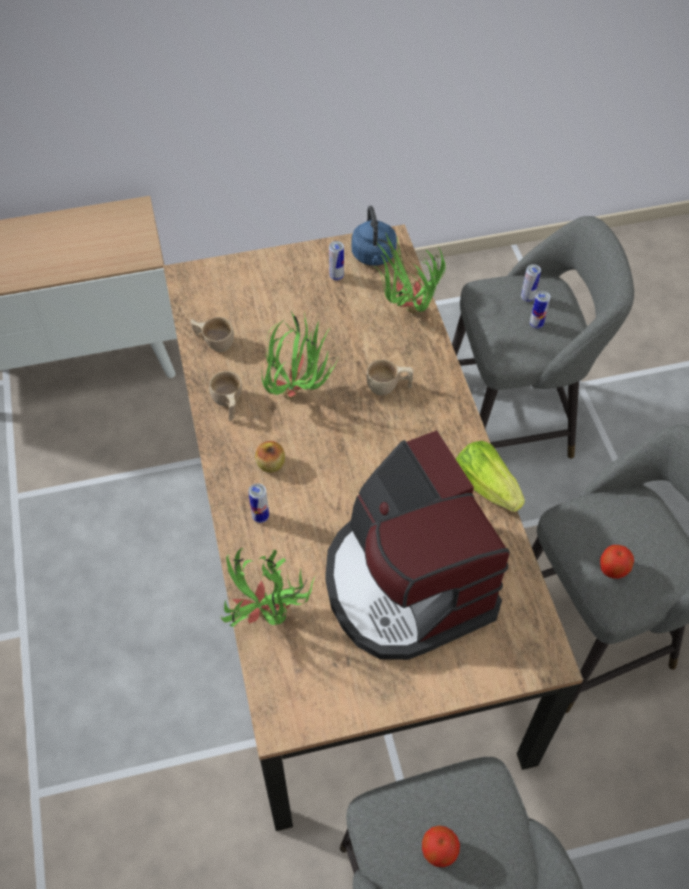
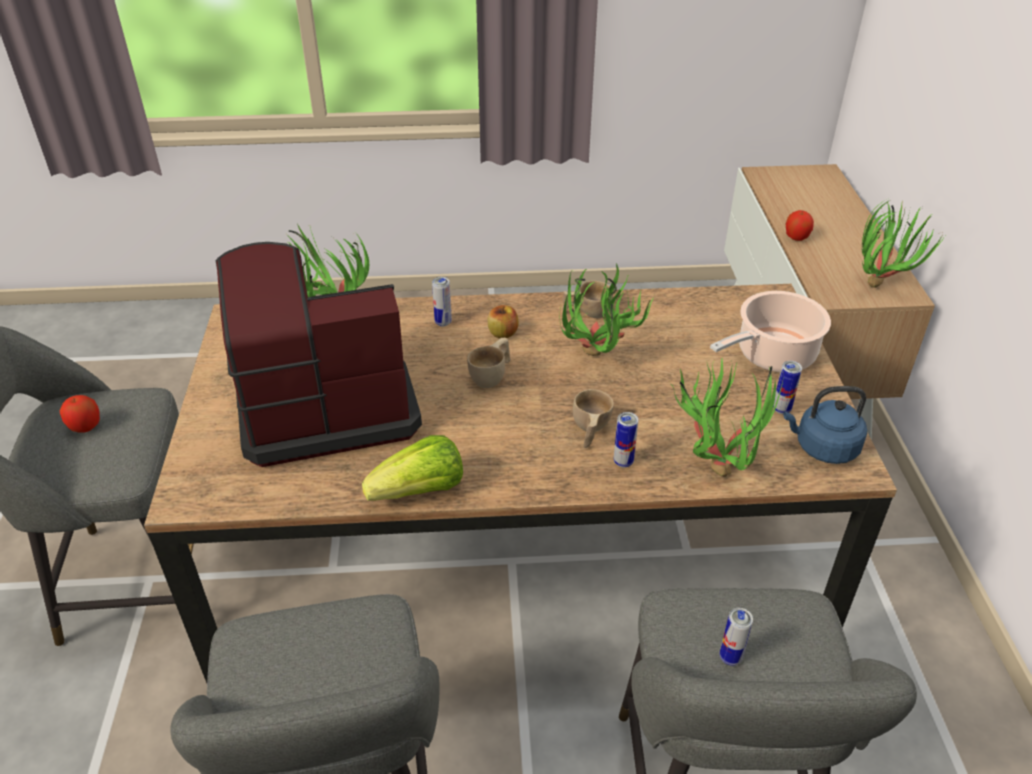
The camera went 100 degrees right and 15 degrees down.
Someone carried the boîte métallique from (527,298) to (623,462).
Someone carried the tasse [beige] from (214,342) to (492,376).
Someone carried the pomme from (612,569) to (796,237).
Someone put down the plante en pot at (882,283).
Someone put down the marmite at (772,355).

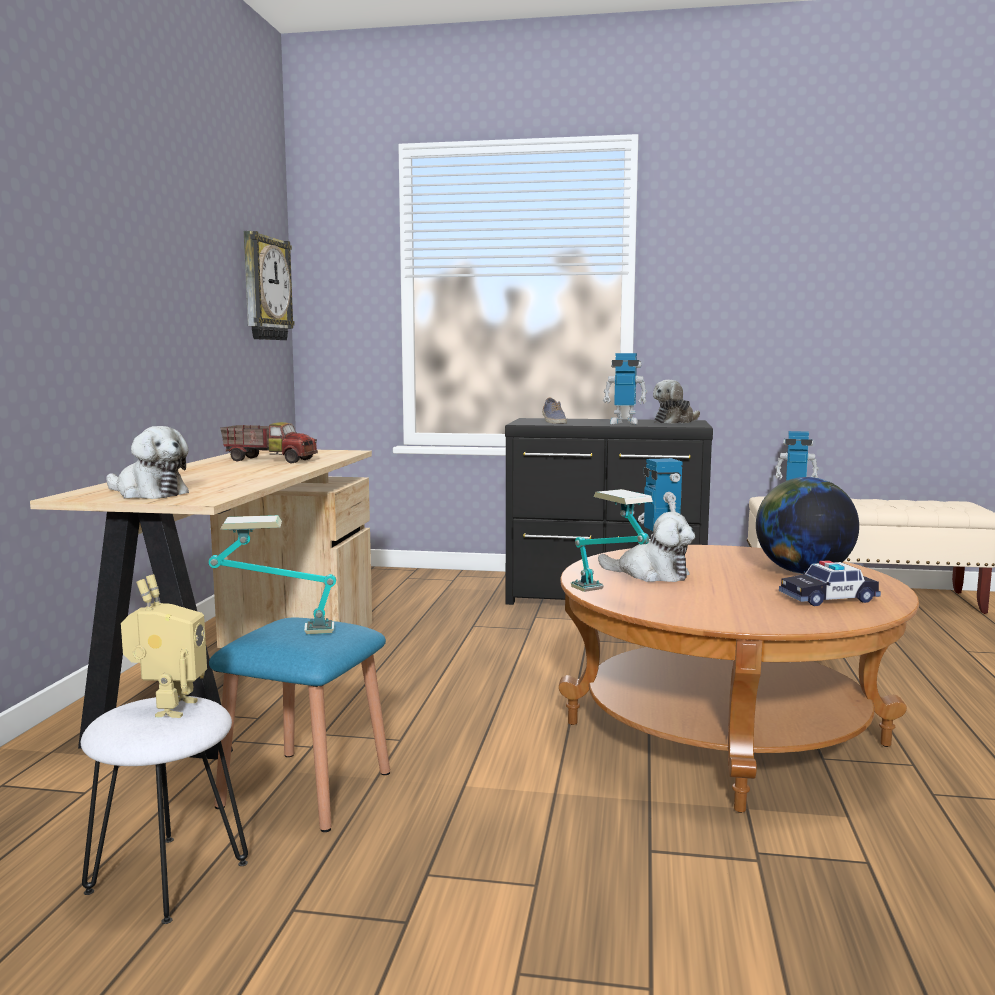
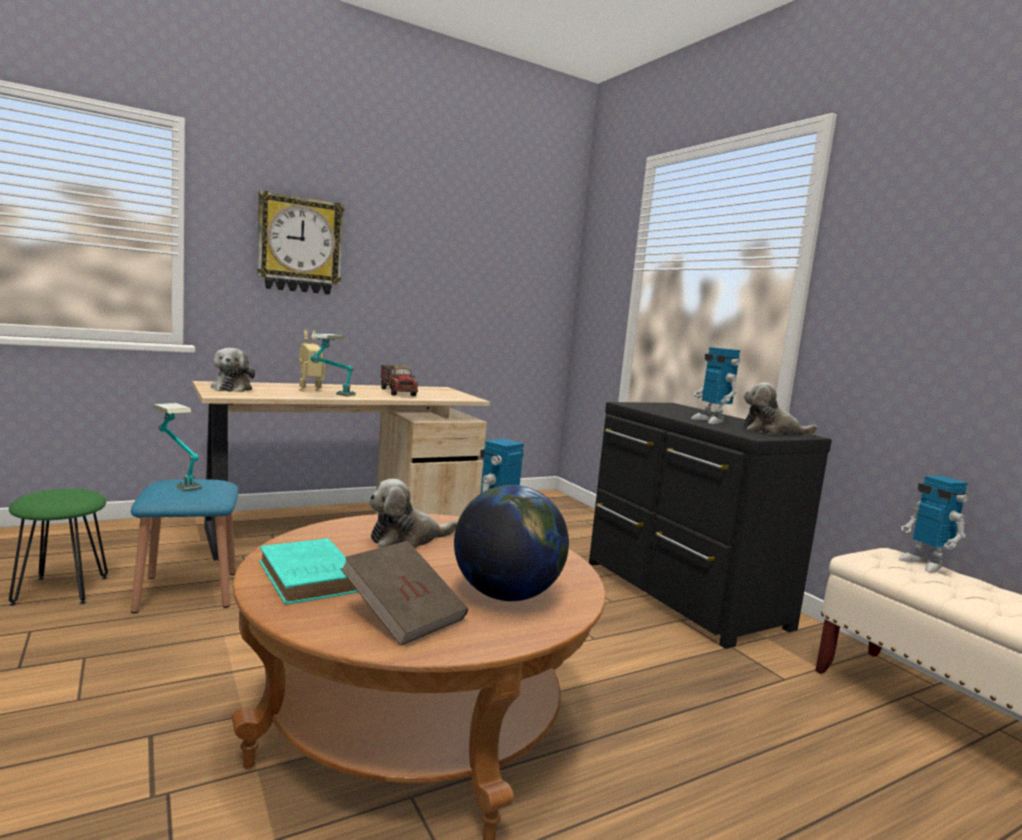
The camera went 50 degrees right and 0 degrees up.
Someone carried the horloge murale from (264,288) to (299,245).
Someone took away the chaussure at (553,422).
Someone carried the lampe de table from (610,596) to (332,397).
Someone rotated the peluche at (651,574) by 75 degrees clockwise.
Someone swapped the petite voiture at (828,598) for the livre [marron] at (403,615).
Someone carried the robot jouet from (168,708) to (309,390).
Someone repainted the tabouret [blanc] at (166,877), which became the tabouret [vert] at (61,590).
Someone put down the livre [turquoise] at (310,578).

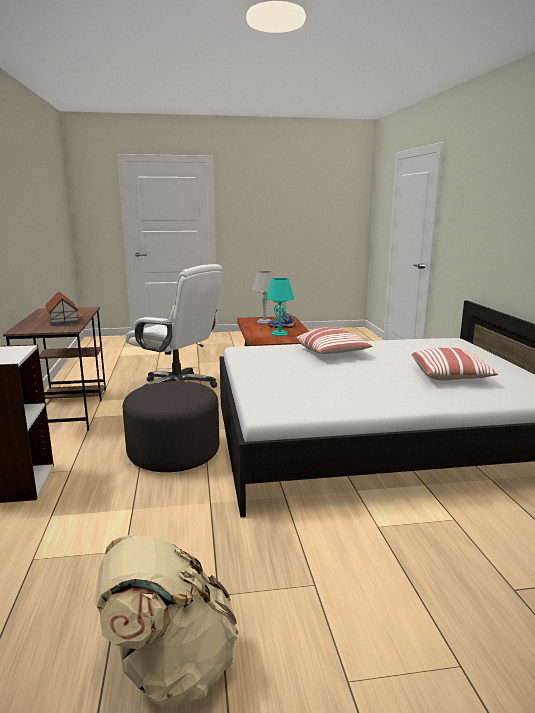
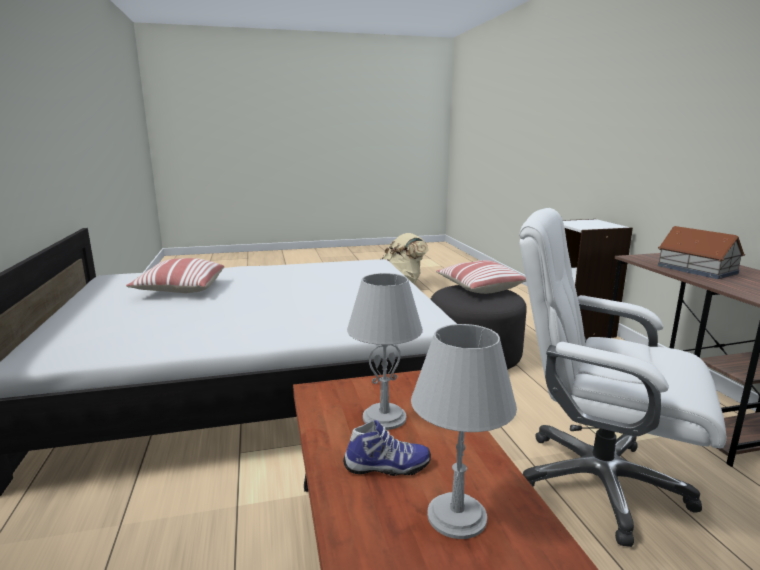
The camera went 175 degrees right and 0 degrees up.
Someone repainted the lampe de table [turquoise] at (280,333), which became the lampe de table [gris] at (384,417).
Someone carried the coussin from (332,353) to (479,288).

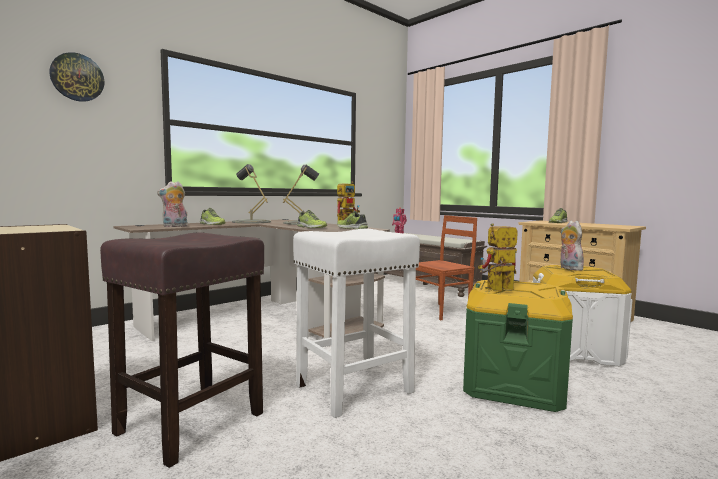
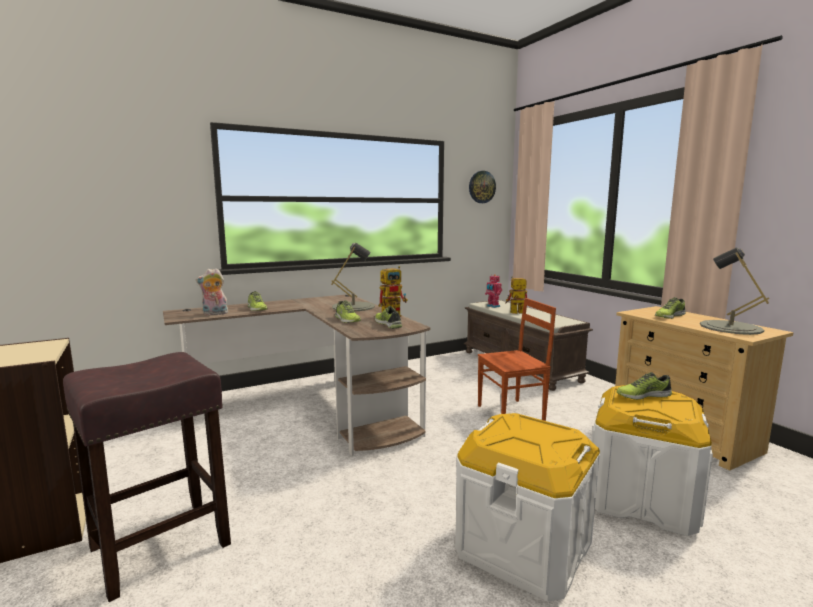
The camera went 15 degrees right and 5 degrees up.
Someone carried the horloge murale from (77,77) to (481,187).
Someone carried the lampe de table [gris] from (251,222) to (730,327).
Someone swapped the peluche at (569,268) for the chaussure at (642,395).
Someone carried the robot jouet from (496,290) to (514,313).
Someone took away the tabouret [blanc] at (353,389).
Someone repainted the boîte de rangement [vert] at (513,385), which became the boîte de rangement [blanc] at (523,547).

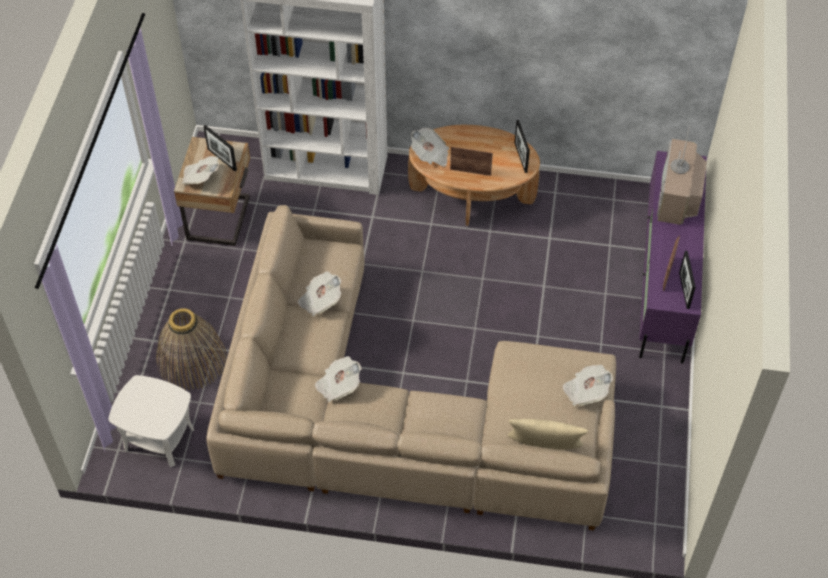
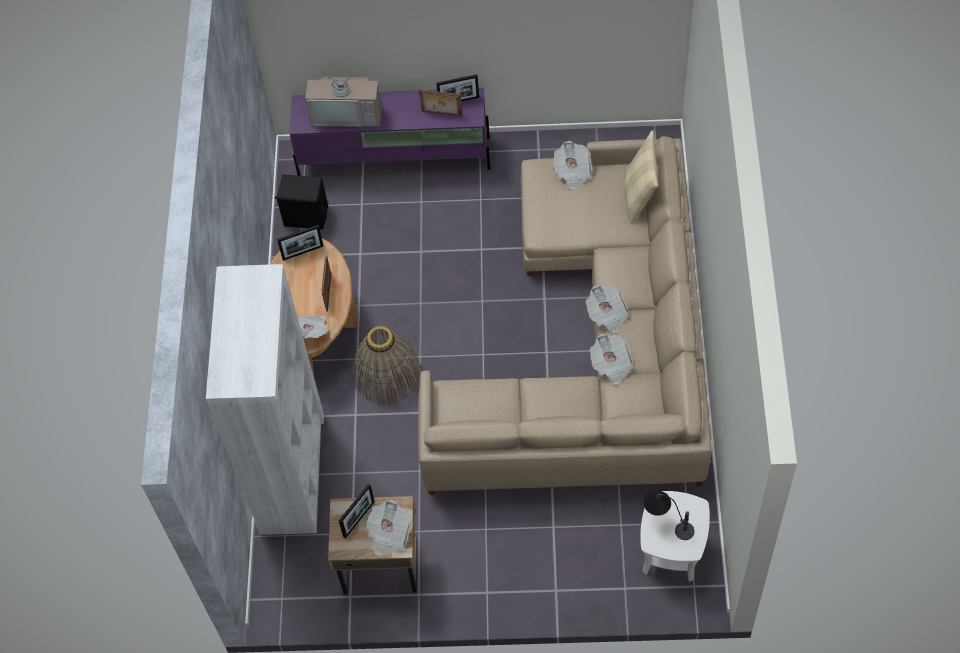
The camera went 95 degrees left and 5 degrees up.
Someone carried the journal from (320,300) to (607,315).
Someone carried the panier from (192,361) to (387,374).
Someone put down the enceinte [noir] at (305,216).
Someone put down the lampe de table at (666,522).

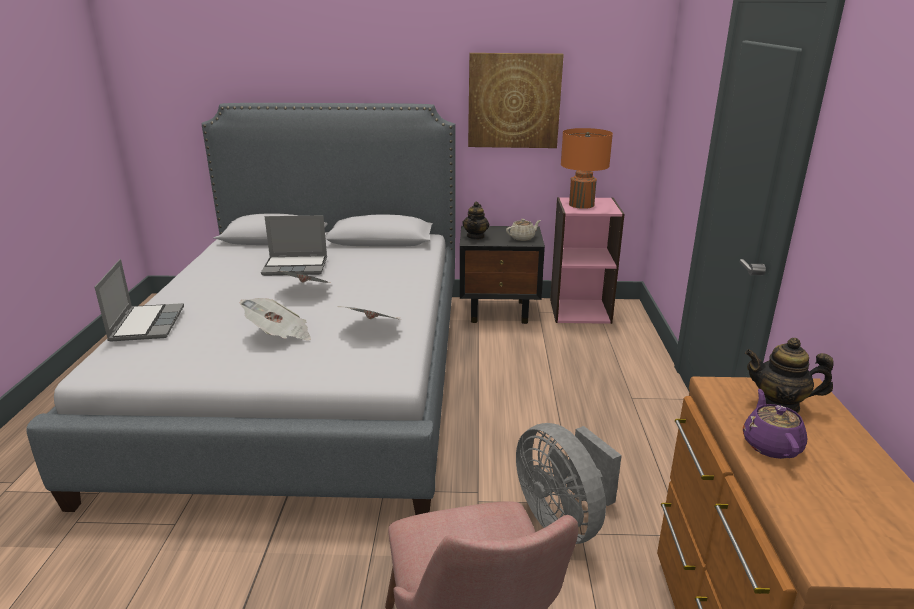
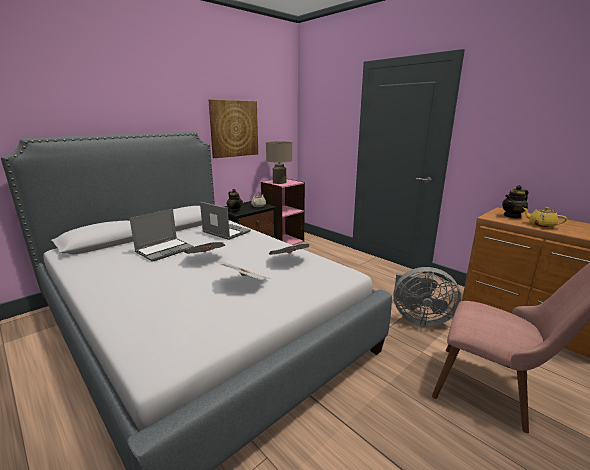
The camera went 45 degrees left and 5 degrees down.
Someone repainted the lampe de table [orange] at (581,205), which became the lampe de table [beige] at (279,182).
Someone carried the ordinateur portable from (146,324) to (225,232).
Someone repainted the théière [violet] at (770,445), which became the théière [jaune] at (541,225).

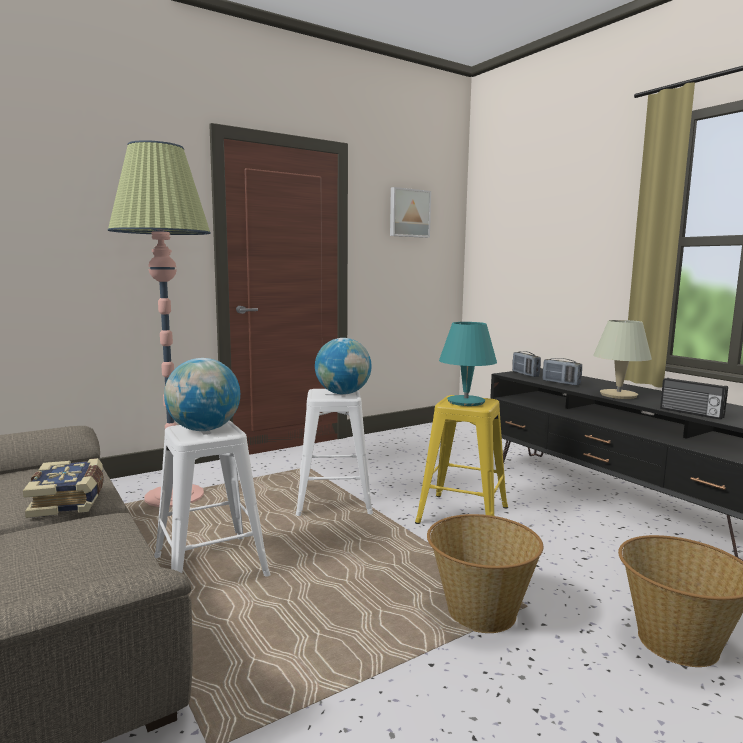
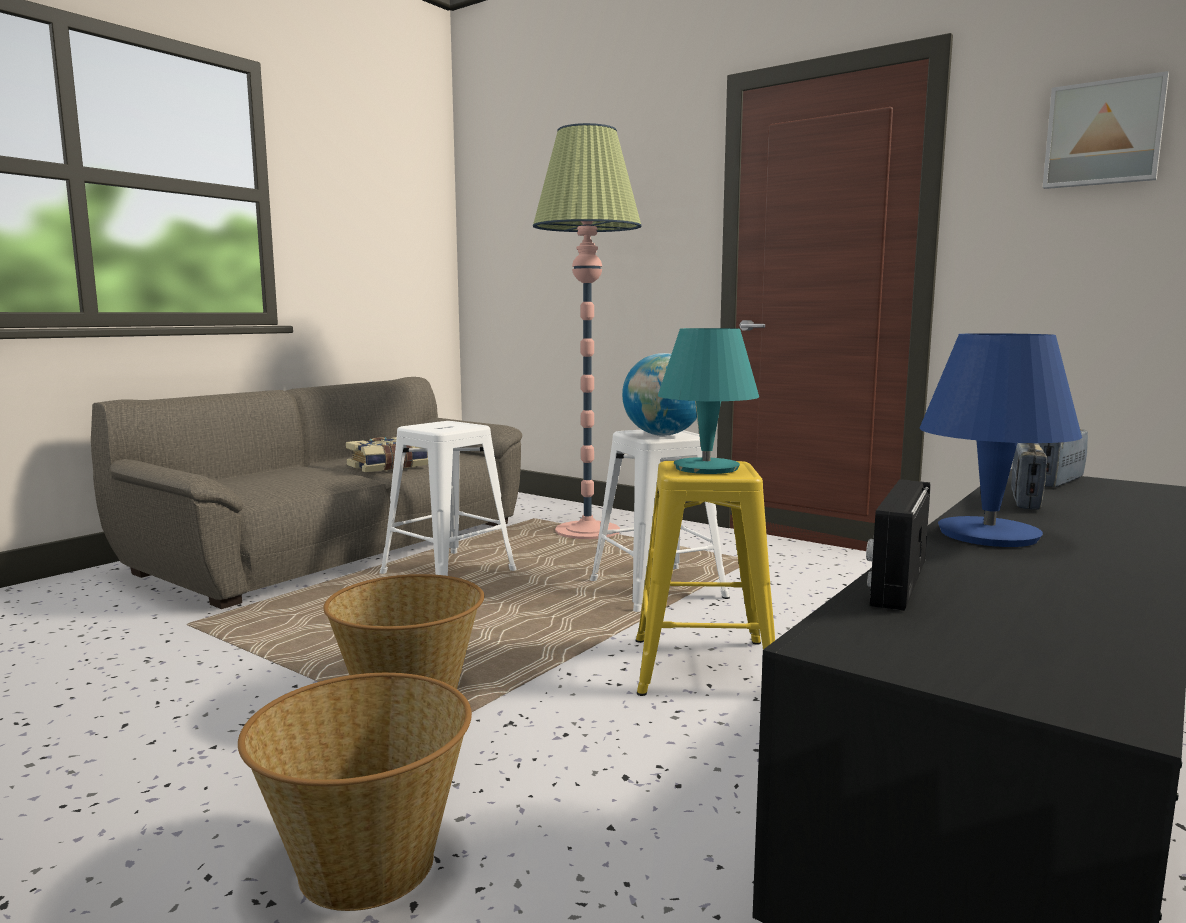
The camera went 70 degrees right and 0 degrees up.
Someone repainted the lampe de table [beige] at (618,395), which became the lampe de table [bleu] at (987,534).
Someone took away the globe at (204,429).

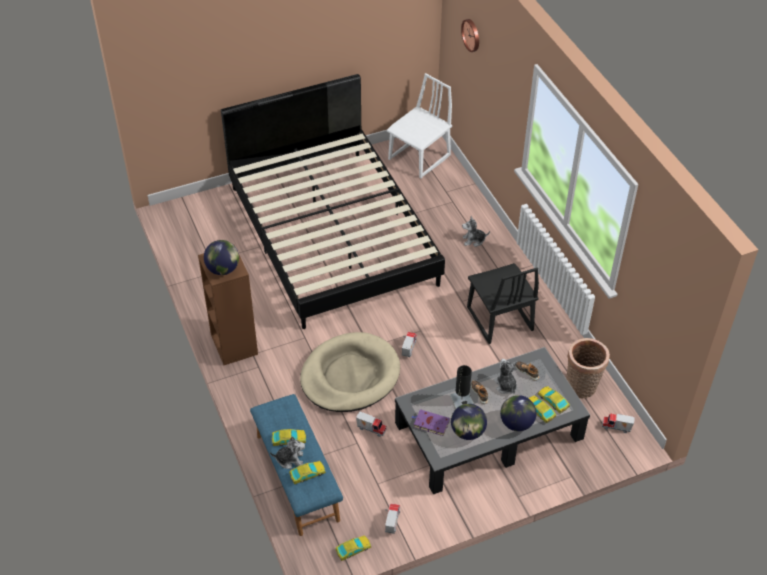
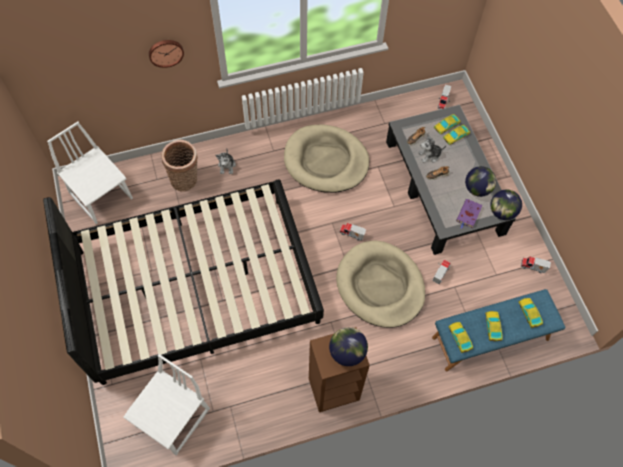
The camera went 85 degrees left and 15 degrees up.
Someone carried the horloge murale from (471,35) to (165,52).
Someone swapped the chaise [noir] at (499,319) for the panier pour chien [beige] at (326,161).
Someone carried the panier from (581,388) to (185,180).
Someone took away the lampe de table [noir] at (461,400).
Someone carried the globe from (516,423) to (502,212).
Someone took away the peluche at (290,459).
Someone carried the petite voiture from (353,549) to (459,338).
Someone put down the chaise [blanc] at (173,418).

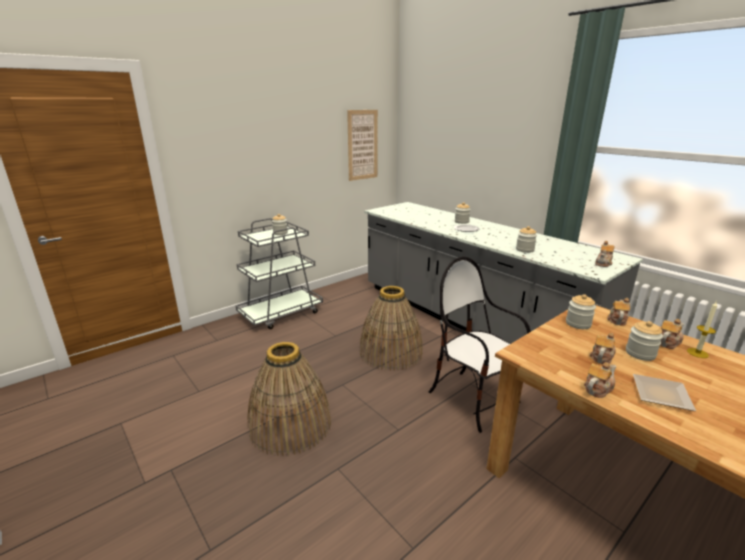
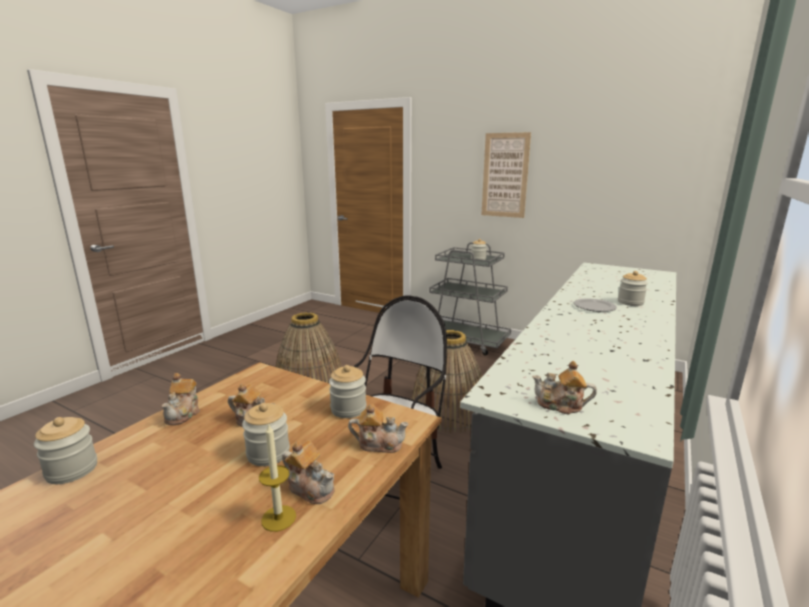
The camera went 70 degrees right and 5 degrees down.
Someone carried the tableau from (362,145) to (505,175).
Someone carried the bocal from (525,250) to (72,470).
Someone rotated the théière at (597,389) by 60 degrees clockwise.
Someone took away the assiette at (662,394).

